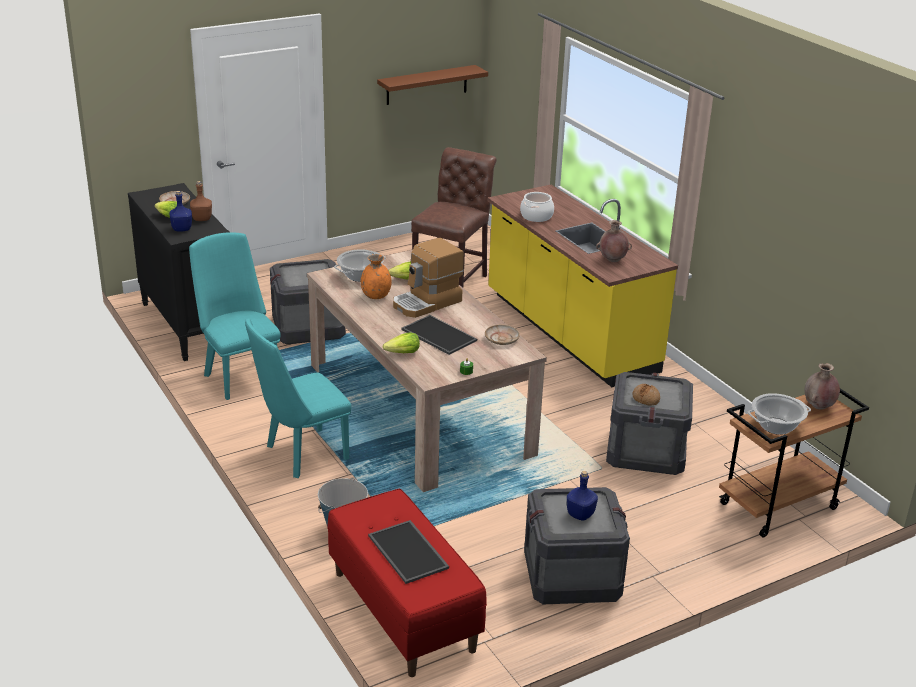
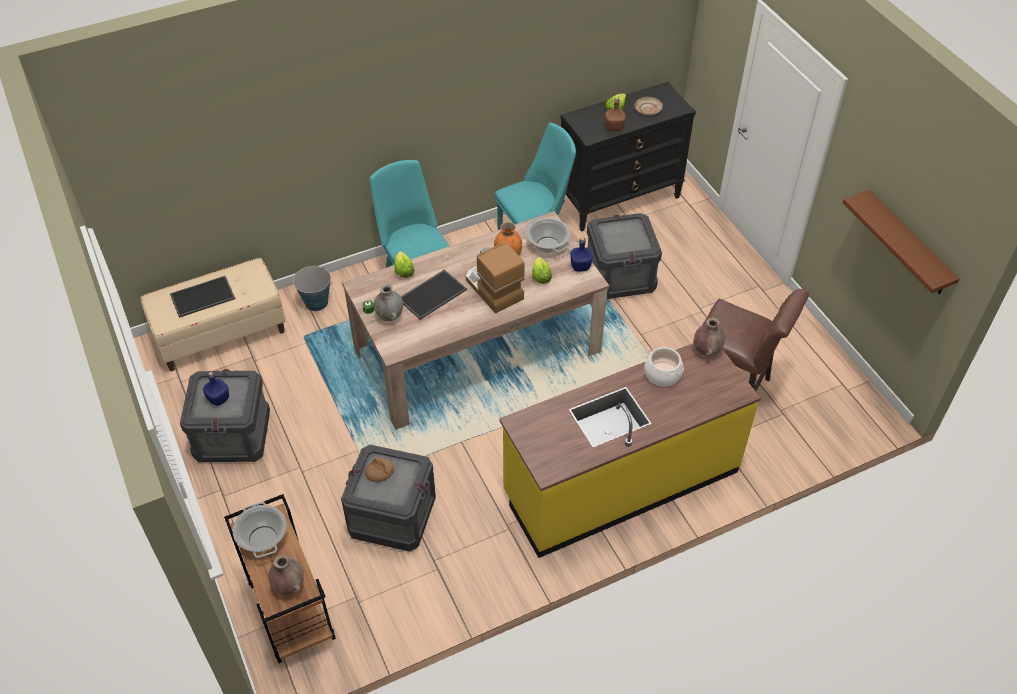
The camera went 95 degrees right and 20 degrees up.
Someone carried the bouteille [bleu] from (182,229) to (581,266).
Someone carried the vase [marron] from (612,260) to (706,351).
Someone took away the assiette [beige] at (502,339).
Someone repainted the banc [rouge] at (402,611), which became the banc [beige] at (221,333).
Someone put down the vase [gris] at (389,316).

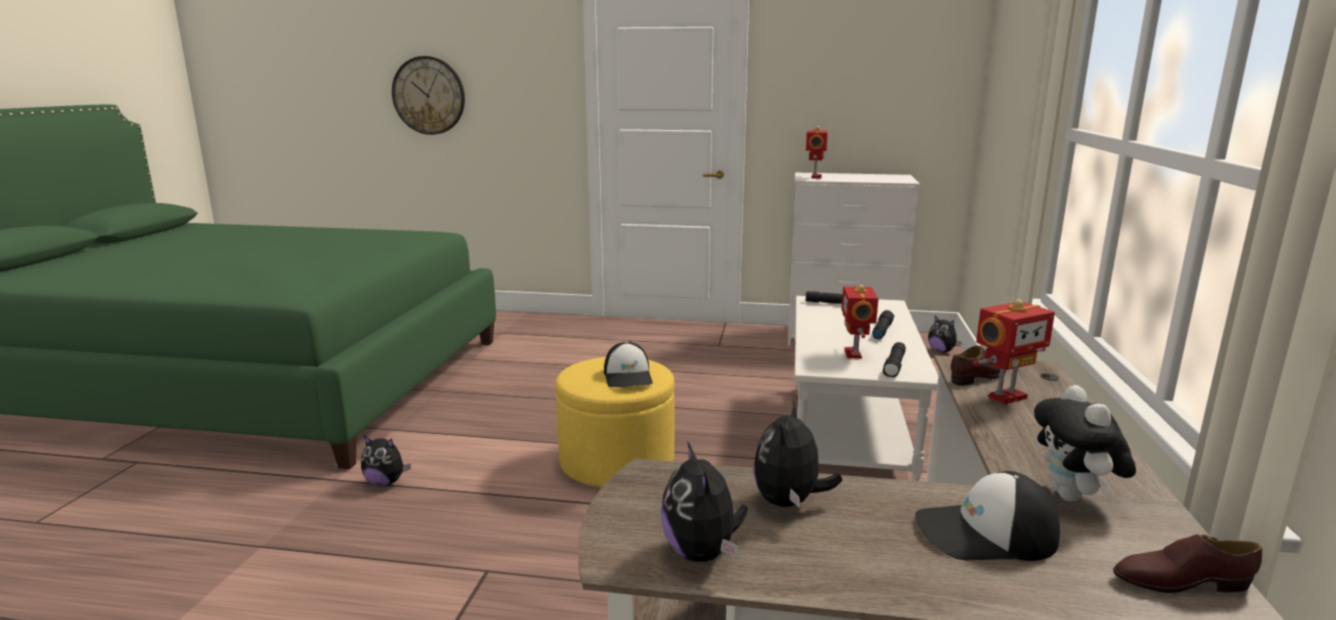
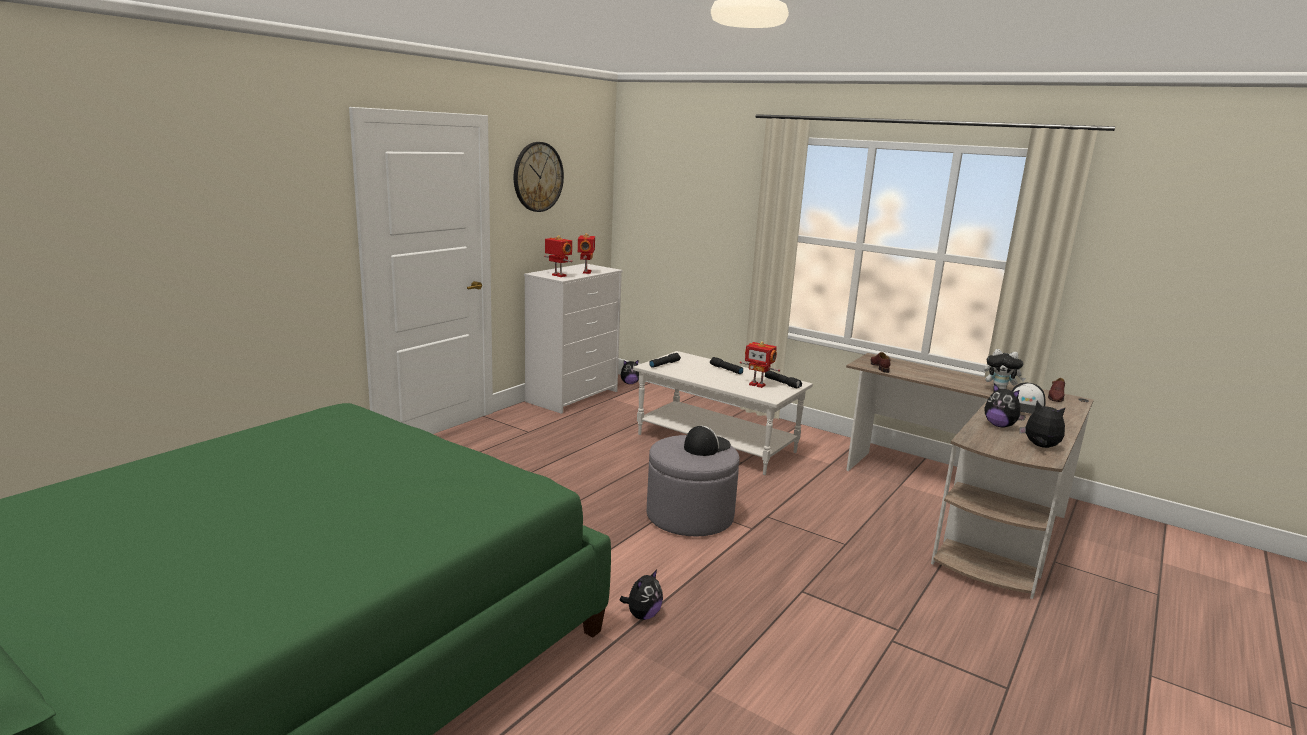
The camera went 65 degrees left and 0 degrees up.
Someone carried the horloge murale from (429,95) to (538,177).
Someone carried the robot jouet from (1005,396) to (586,272).
Someone rotated the casquette at (628,376) by 60 degrees counterclockwise.
Someone repainted the pouf [jaune] at (617,461), which became the pouf [gris] at (689,516).
Someone rotated the peluche at (702,553) by 150 degrees counterclockwise.

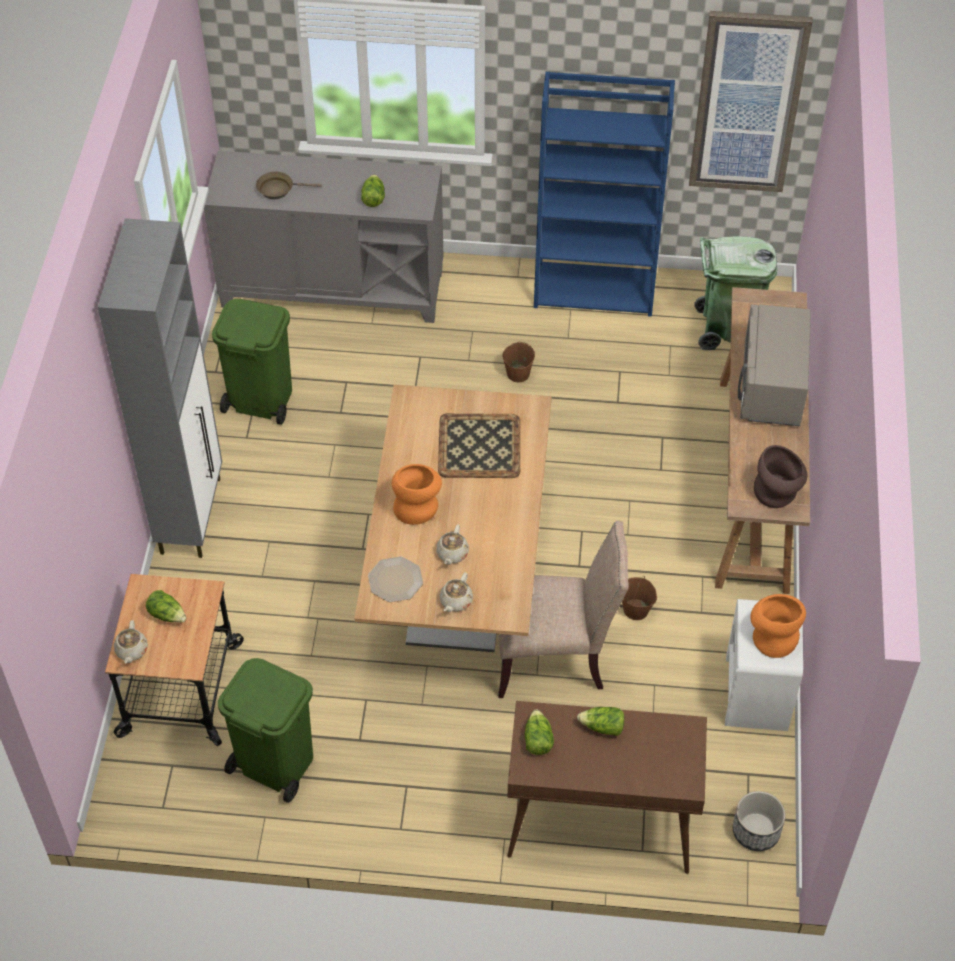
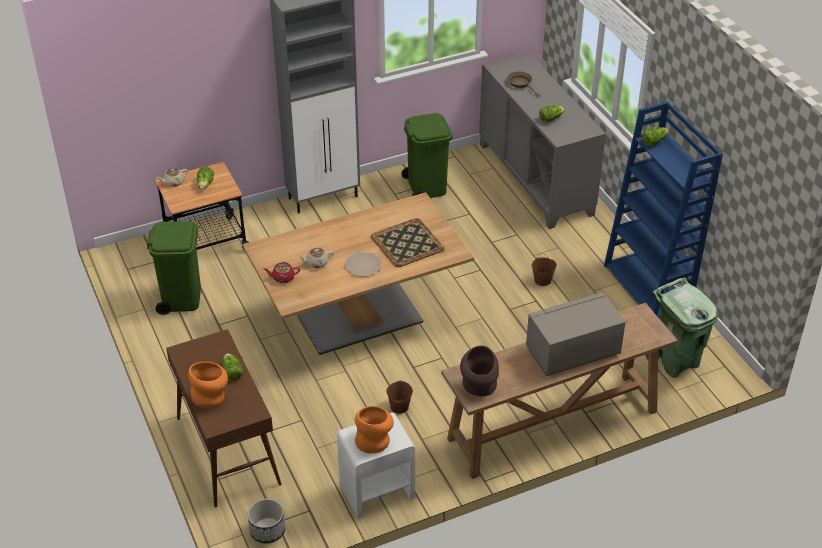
The camera went 60 degrees right and 10 degrees down.
Someone took away the tableau at (747,102).
Someone carried the vase [orange] from (416,506) to (211,397).
Someone took away the chaise [beige] at (555,657).
Someone carried the assiette from (395,580) to (363,265).
Someone repainted the théière [beige] at (455,601), which became the théière [rouge] at (283,278).
Someone carried the laitue from (537,740) to (654,141).

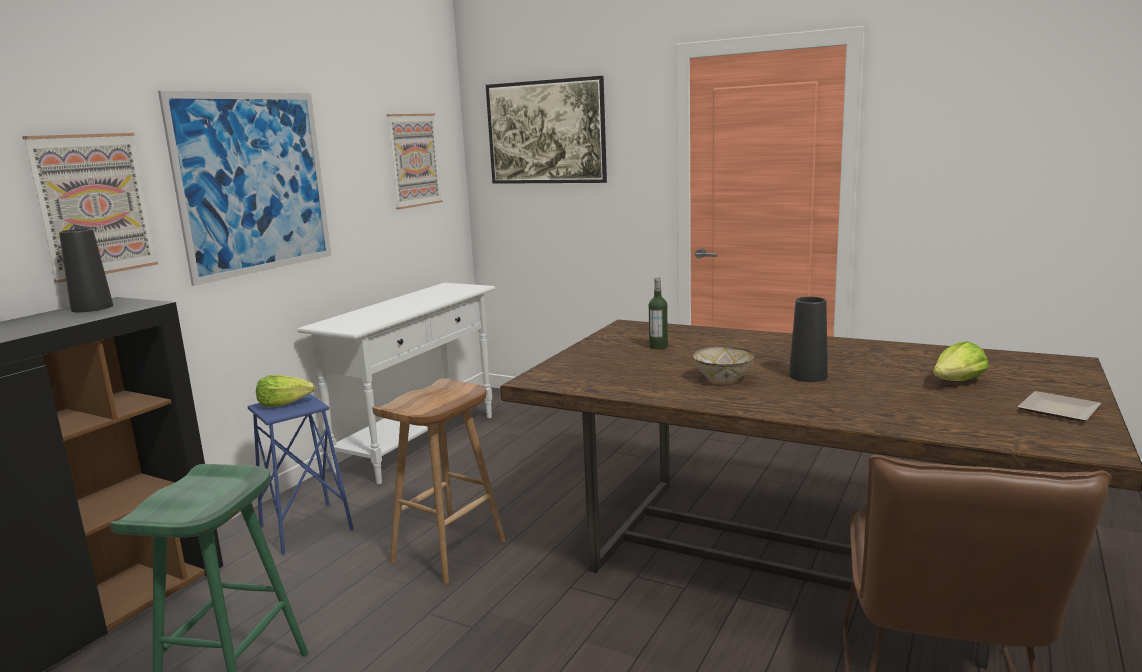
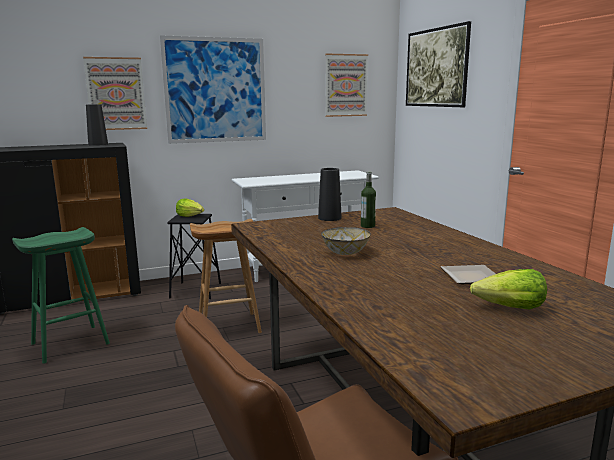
The camera went 40 degrees right and 0 degrees up.
Someone carried the vase [noir] from (808,376) to (329,218).
Someone carried the assiette from (1055,410) to (468,277).
Someone repainted the tabouret [bleu] at (307,528), which became the tabouret [noir] at (196,290).

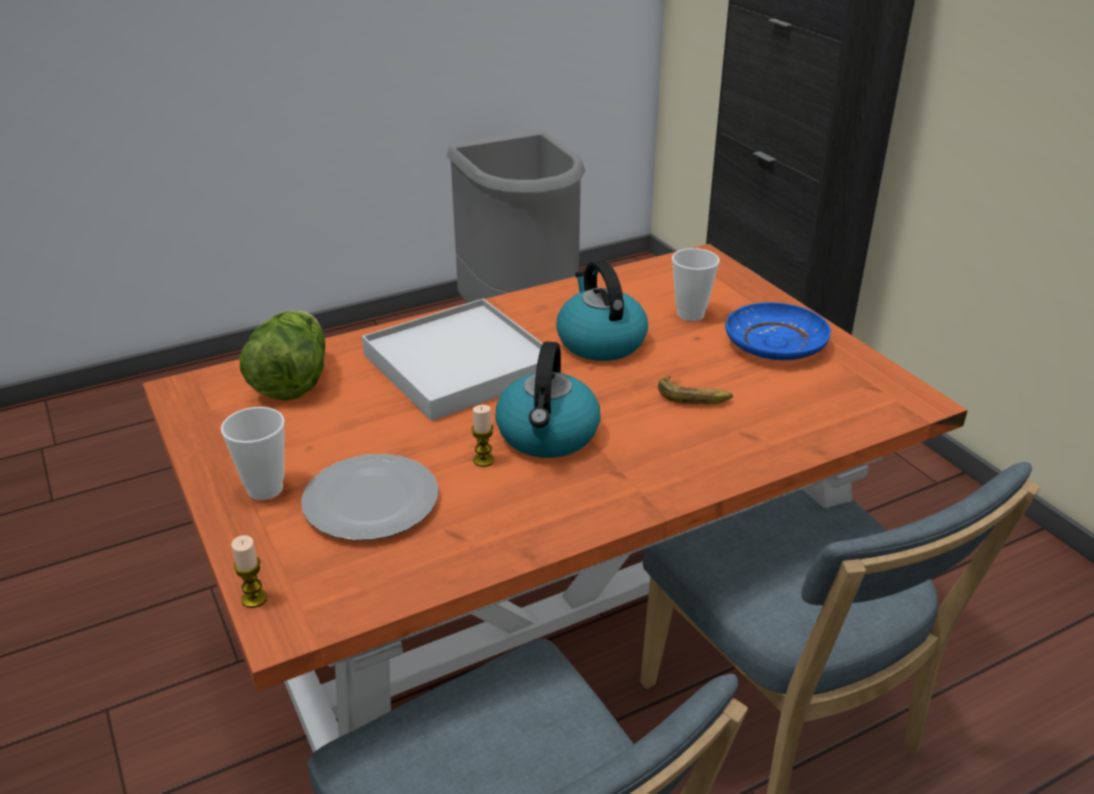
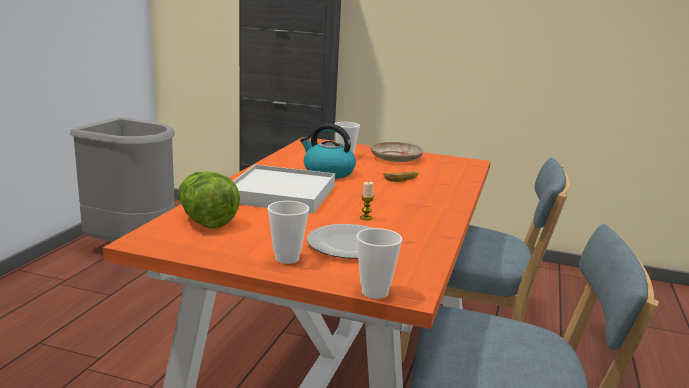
The camera went 45 degrees left and 15 degrees down.
Someone repainted the assiette [bleu] at (775,344), which became the assiette [beige] at (396,158).
Someone took away the bouilloire at (548,435).
Someone swapped the bougie at (254,598) for the tasse at (375,292).

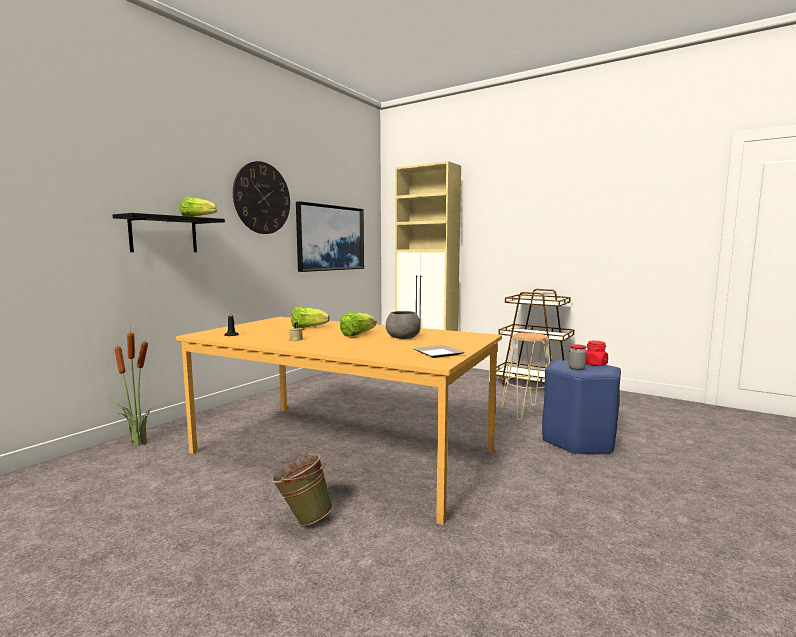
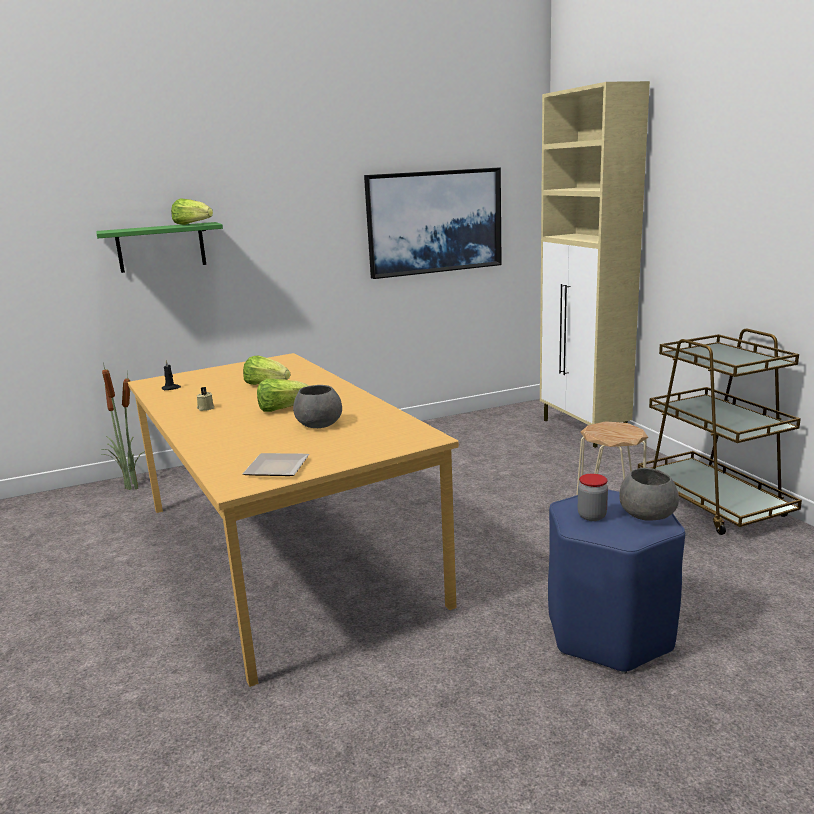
The camera went 35 degrees right and 10 degrees up.
Someone took away the horloge murale at (262,198).
Someone repainted the étagère [noir] at (163,234), which became the étagère [vert] at (161,247).
Someone swapped the bocal [rouge] at (595,364) for the bol [gris] at (646,513).
Someone took away the seau [vert] at (303,518).

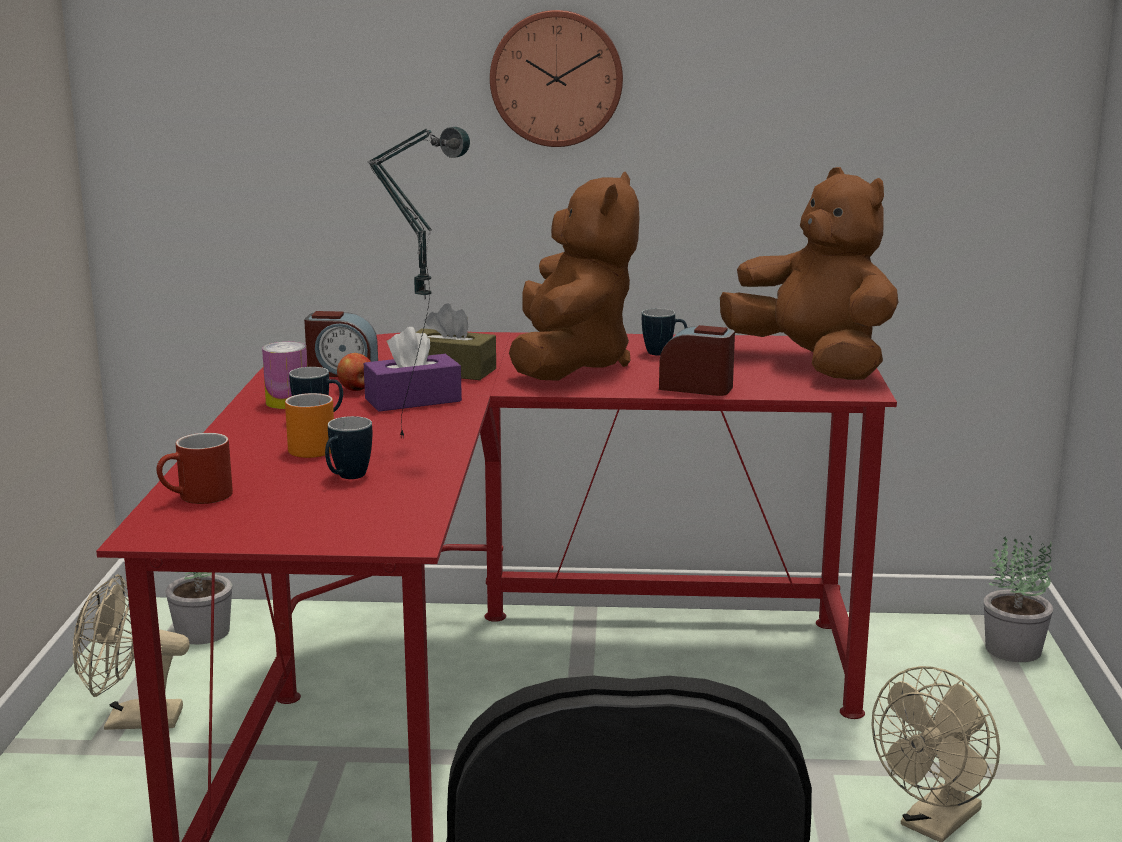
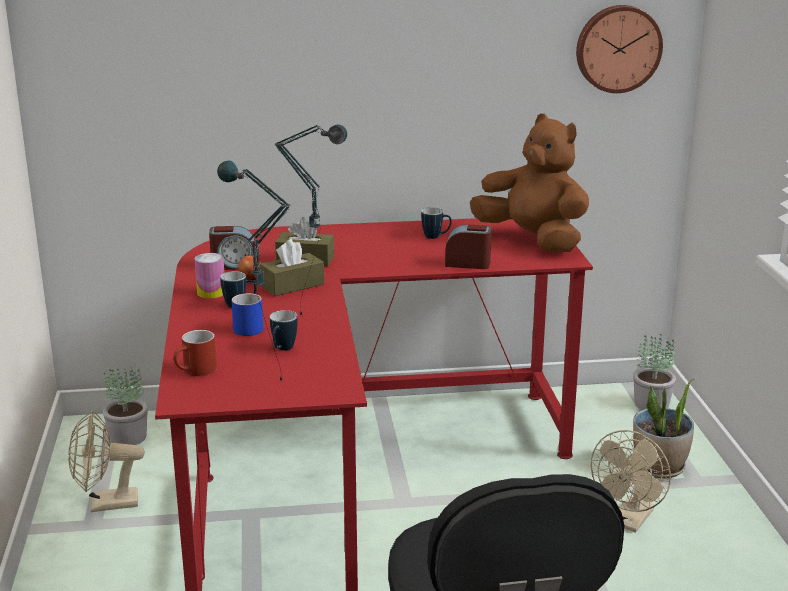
The camera went 10 degrees left and 5 degrees up.
Someone carried the horloge murale from (556,78) to (617,48).
Someone took away the peluche [marron] at (570,364).
Someone repainted the boîte à mouchoirs [violet] at (413,400), which became the boîte à mouchoirs [marron] at (292,285).
Someone repainted the mug [orange] at (311,447), which became the mug [bleu] at (246,327).
Someone put down the lampe de table at (265,383).
Someone put down the plante en pot at (659,468).

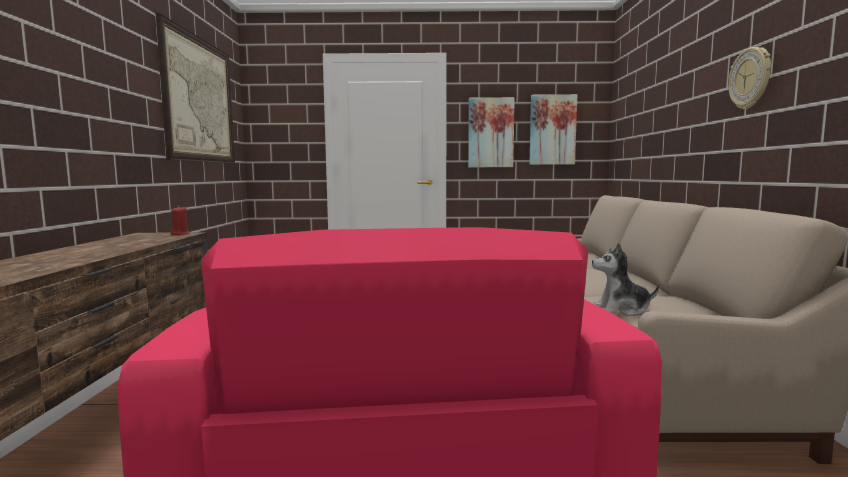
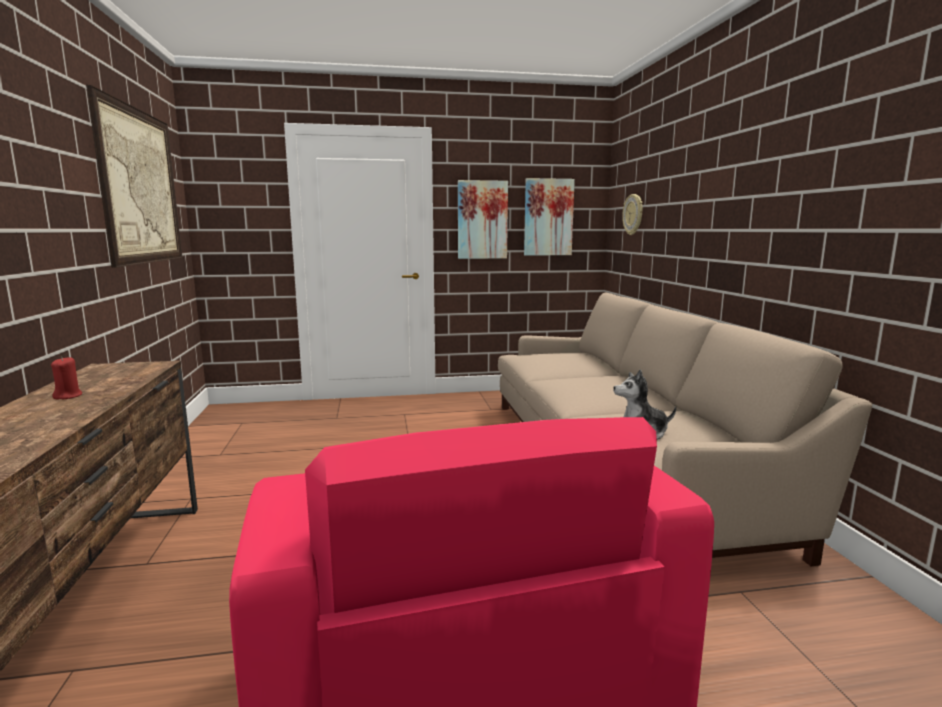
The camera went 10 degrees left and 5 degrees up.
Someone carried the horloge murale from (750,78) to (633,214).
Someone carried the bougie [rouge] from (180,234) to (68,396).

